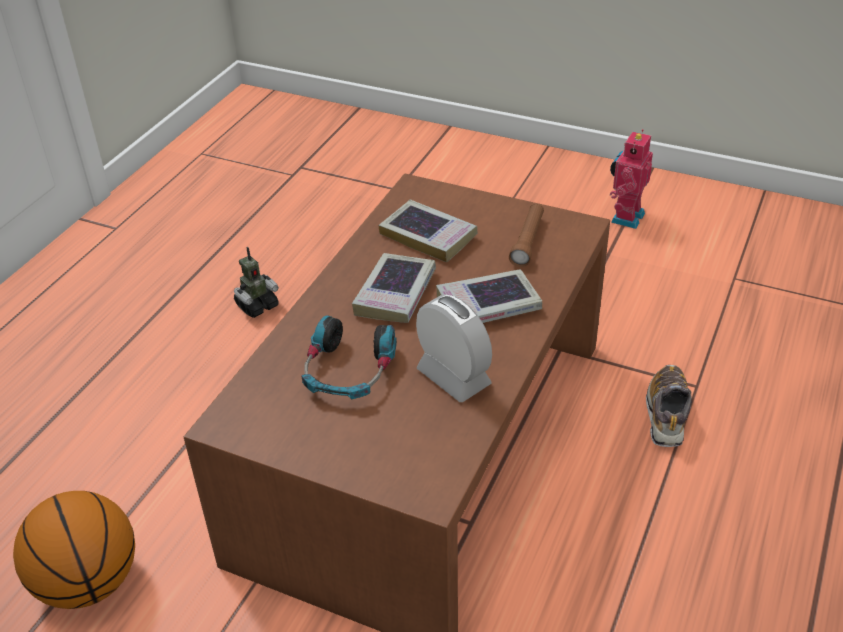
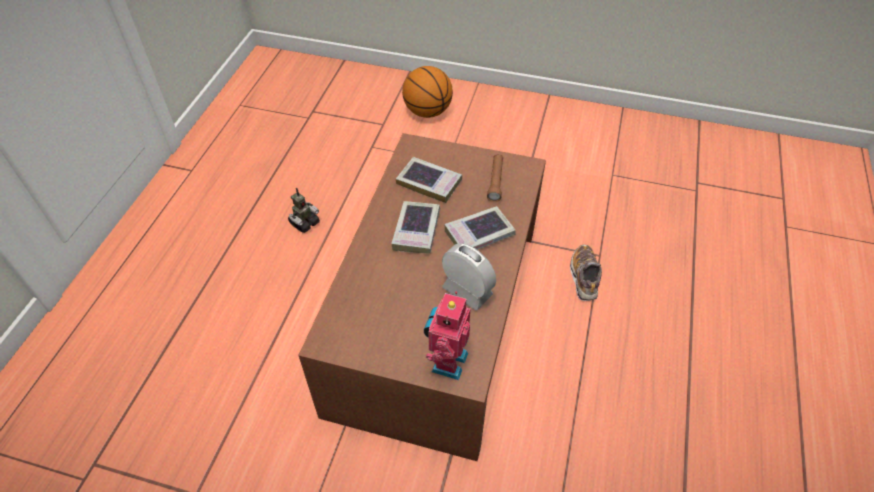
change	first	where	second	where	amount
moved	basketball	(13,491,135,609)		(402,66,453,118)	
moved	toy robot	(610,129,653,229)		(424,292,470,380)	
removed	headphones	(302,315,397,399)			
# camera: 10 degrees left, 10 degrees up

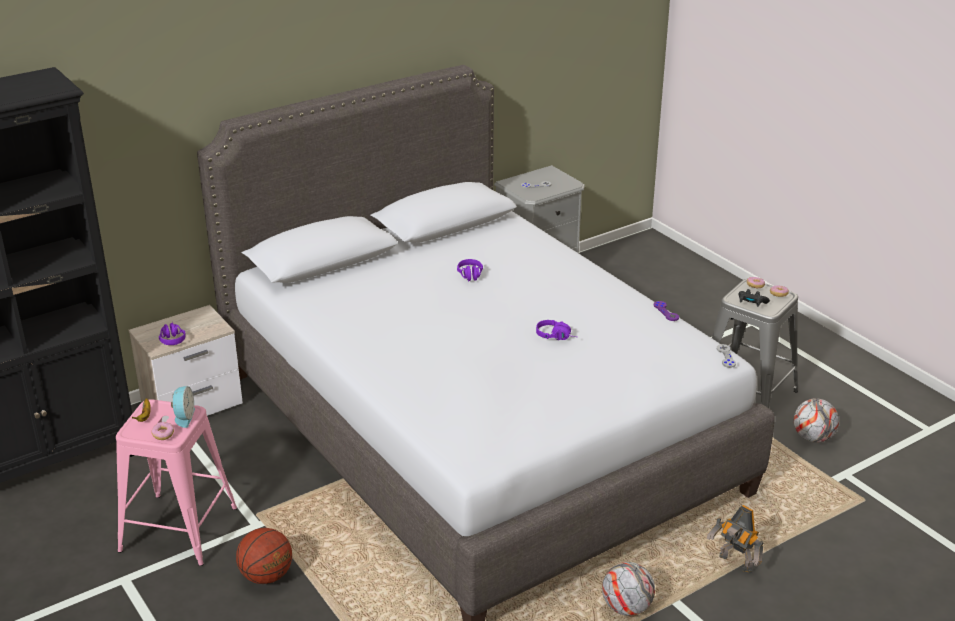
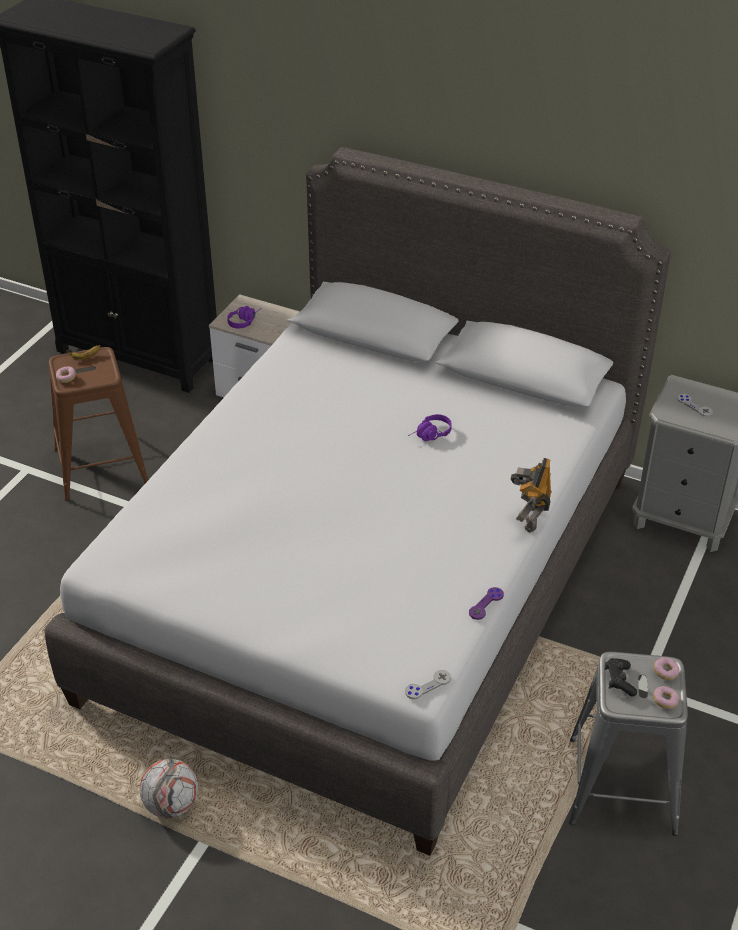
change	first	where	second	where	amount
recoloured	stool/pink	(116,399,237,566)	stool/brown	(49,347,148,501)	
moved	toy robot	(707,505,764,574)		(511,458,552,533)	
removed	alarm clock	(171,386,195,428)			
removed	basketball	(236,528,292,584)			
removed	headphones/purple	(536,320,577,340)			
removed	football	(794,398,839,443)			
# camera: 60 degrees right, 10 degrees up

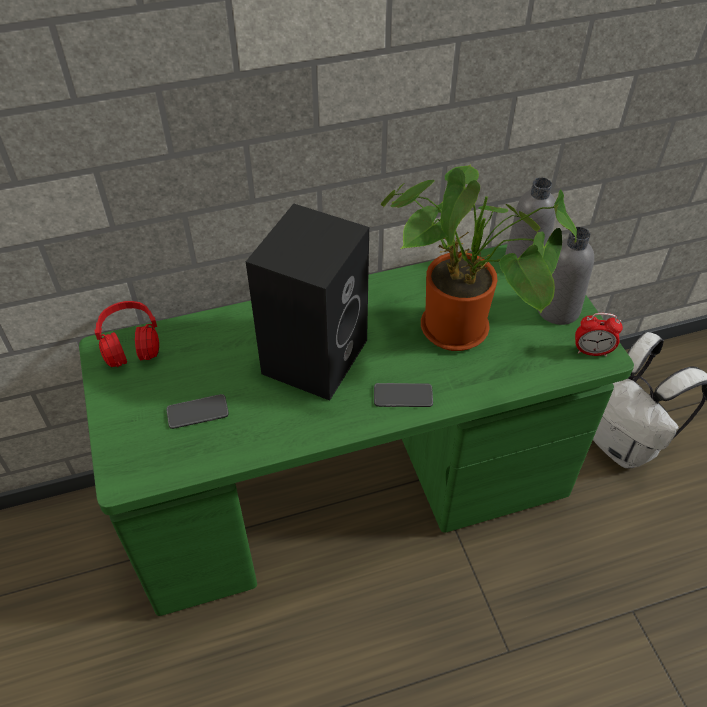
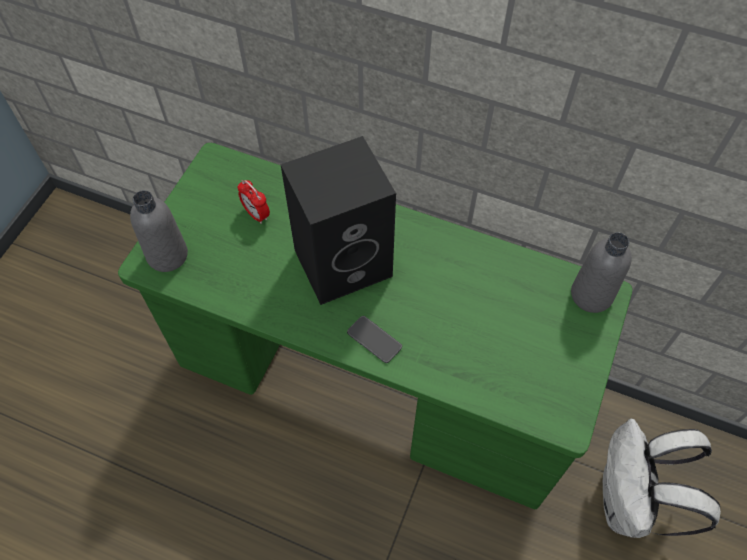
change	first	where	second	where	amount
moved	bottle/grey	(538,227,594,325)		(130,190,188,272)	
moved	alarm clock	(575,313,623,356)		(238,180,270,224)	
removed	headphones/red	(95,301,159,367)			
removed	phone	(166,394,229,429)			
removed	potted plant	(381,164,577,351)			
# camera: 40 degrees right, 10 degrees up

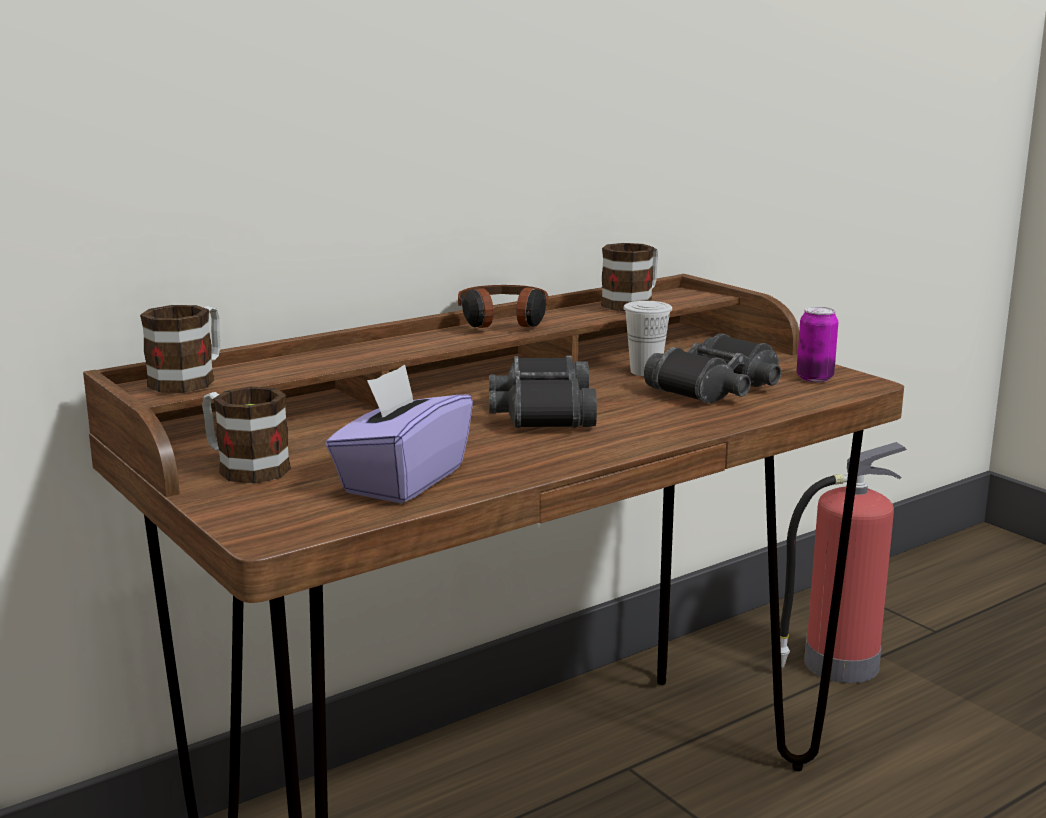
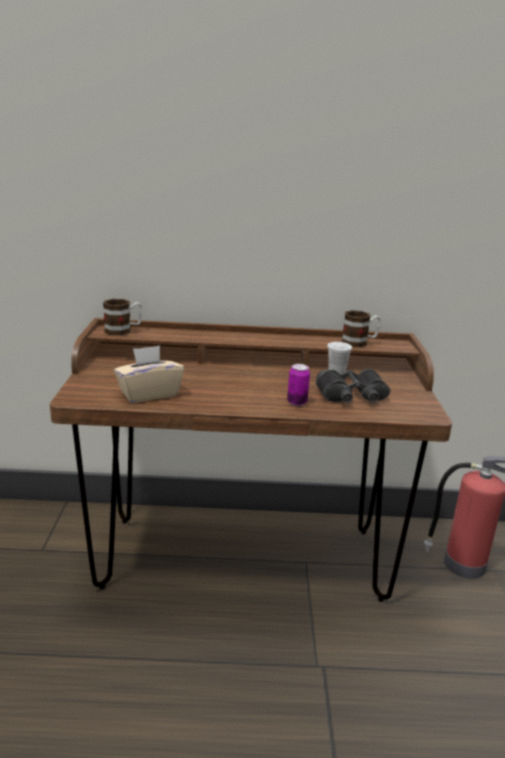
change	first	where	second	where	amount
recoloured	tissue box/purple	(325,365,473,504)	tissue box/beige	(114,345,184,403)	
moved	can	(797,307,839,382)		(287,364,310,406)	
removed	mug	(202,386,291,484)			
removed	headphones	(458,285,548,328)			
removed	binoculars/black	(489,355,597,428)			
# camera: 35 degrees right, 5 degrees up

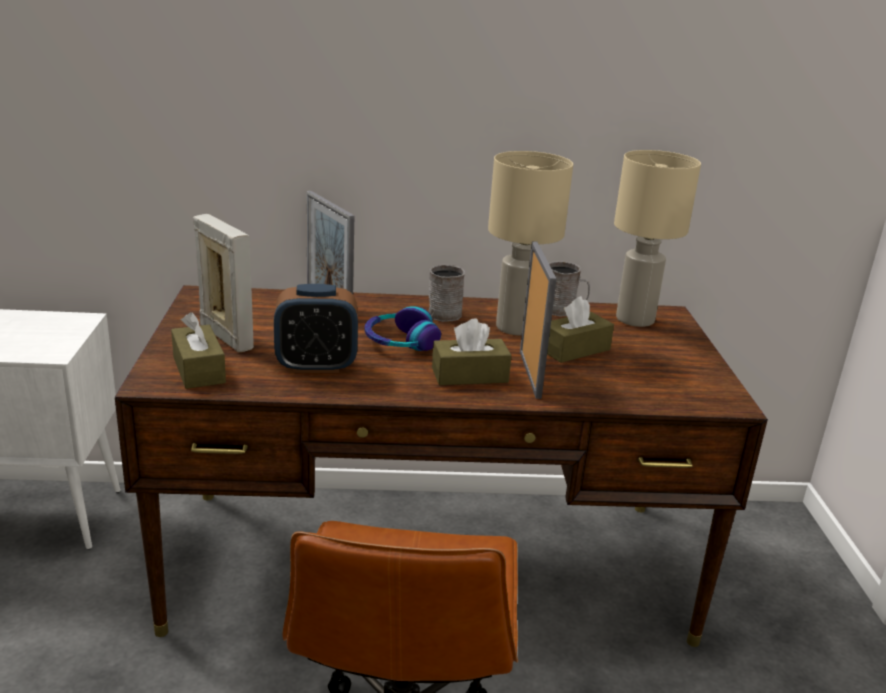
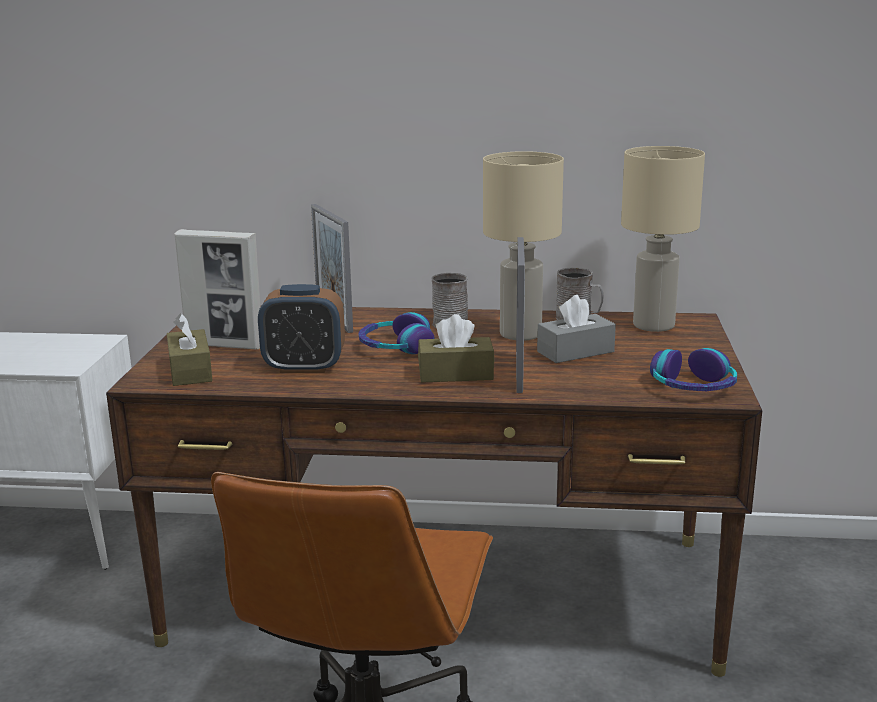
change	first	where	second	where	amount
turned	picture frame	(193,214,254,352)		(175,229,260,350)	135 degrees clockwise
recoloured	tissue box/brown	(547,296,614,363)	tissue box/grey	(537,295,616,363)	
added			headphones	(650,348,737,391)	
# camera: 10 degrees right, 5 degrees down

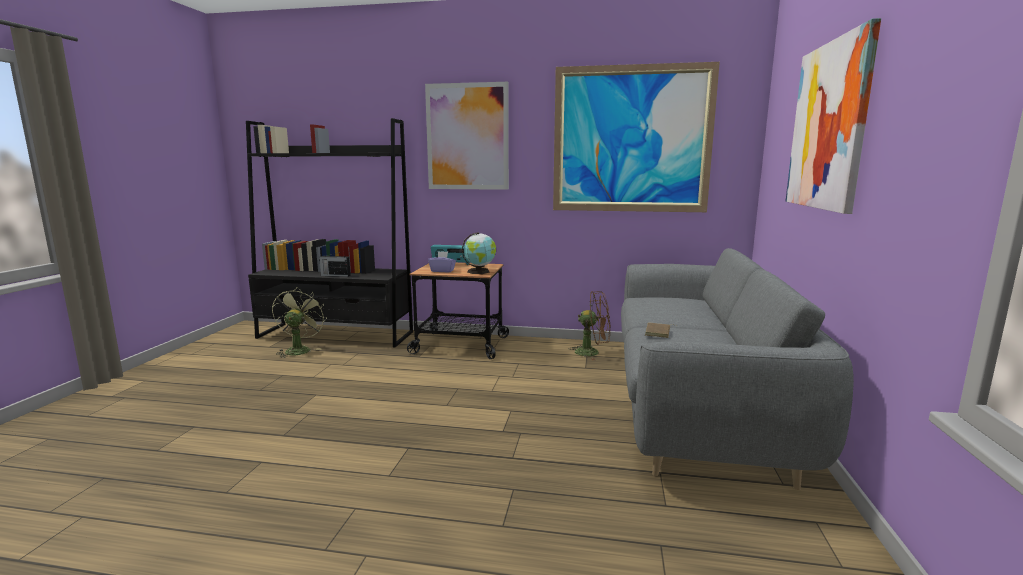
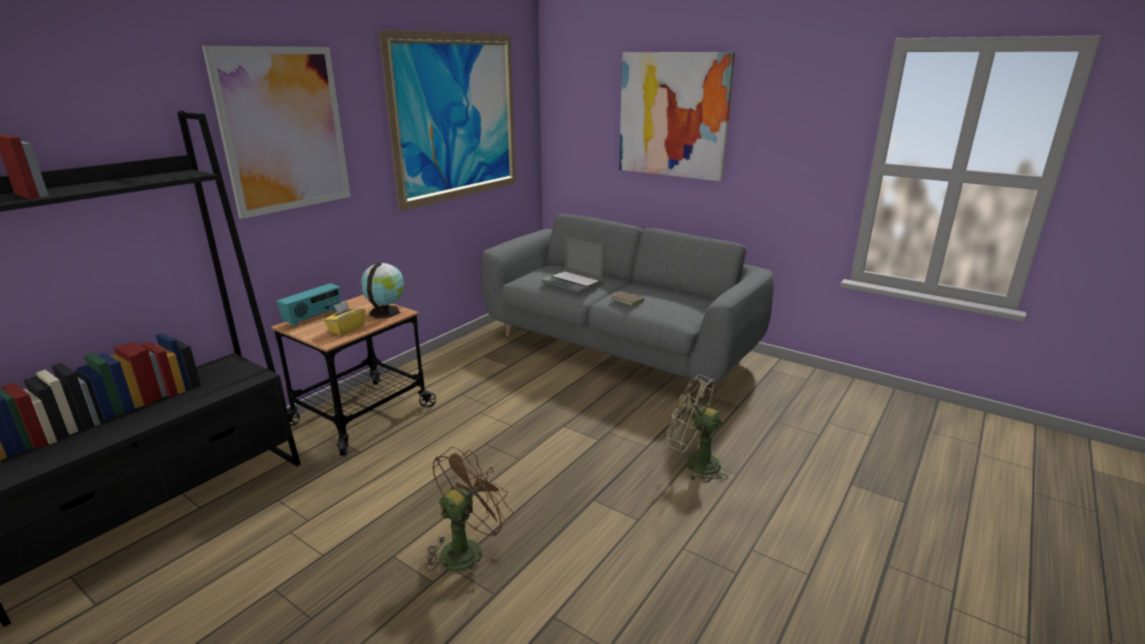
change	first	where	second	where	amount
recoloured	tissue box/purple	(428,251,456,272)	tissue box/yellow	(324,301,365,335)	
moved	fan/brown	(569,291,610,360)		(426,447,513,571)	
added			laptop	(542,237,604,293)	
moved	fan/green	(272,287,327,358)		(667,375,728,483)	
removed	radio	(319,251,351,277)			
# camera: 65 degrees left, 10 degrees up

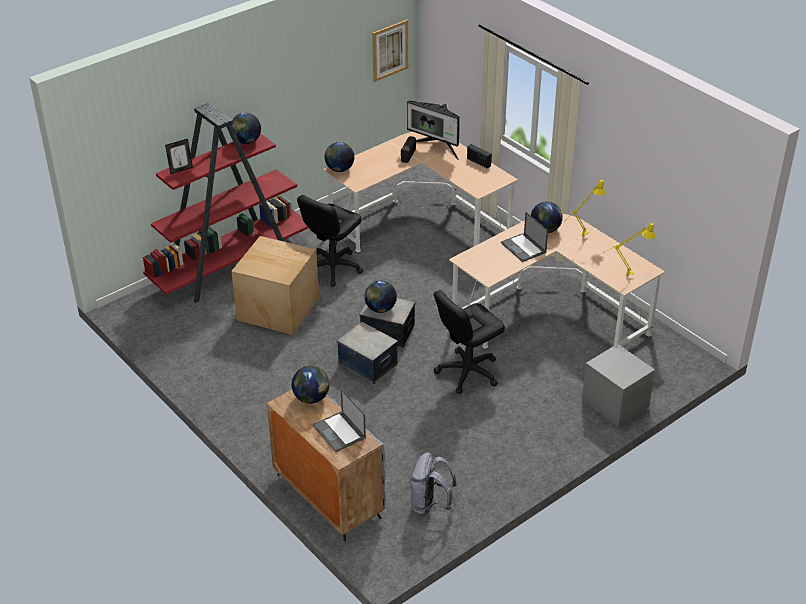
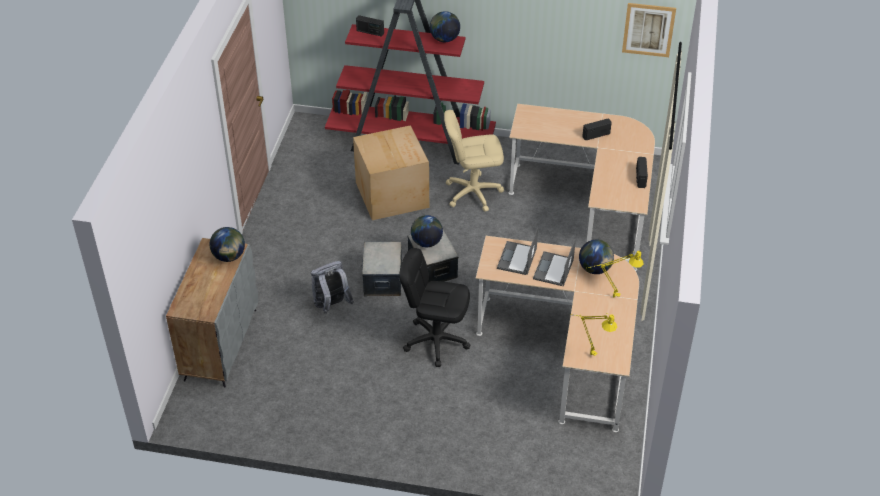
change	first	where	second	where	amount
moved	backpack/grey	(410,452,457,515)		(311,261,354,314)	
replaced	picture frame	(165,139,193,174)	radio	(356,15,384,37)	
recoloured	office chair/black	(297,195,363,286)	office chair/beige	(444,110,504,212)	
moved	laptop	(313,389,366,452)		(497,227,538,275)	
removed	globe	(325,142,354,172)			
removed	monitor	(407,101,460,160)			
removed	nightstand/grey	(582,344,655,427)			
# camera: 50 degrees right, 5 degrees up

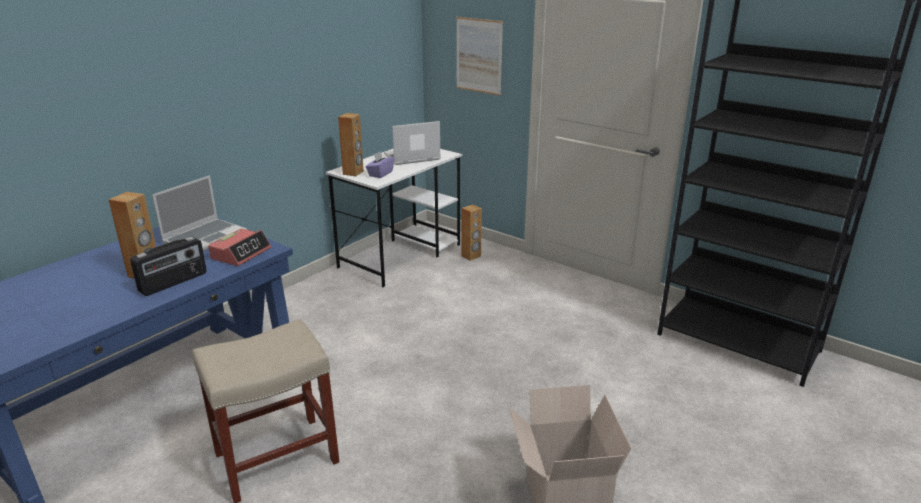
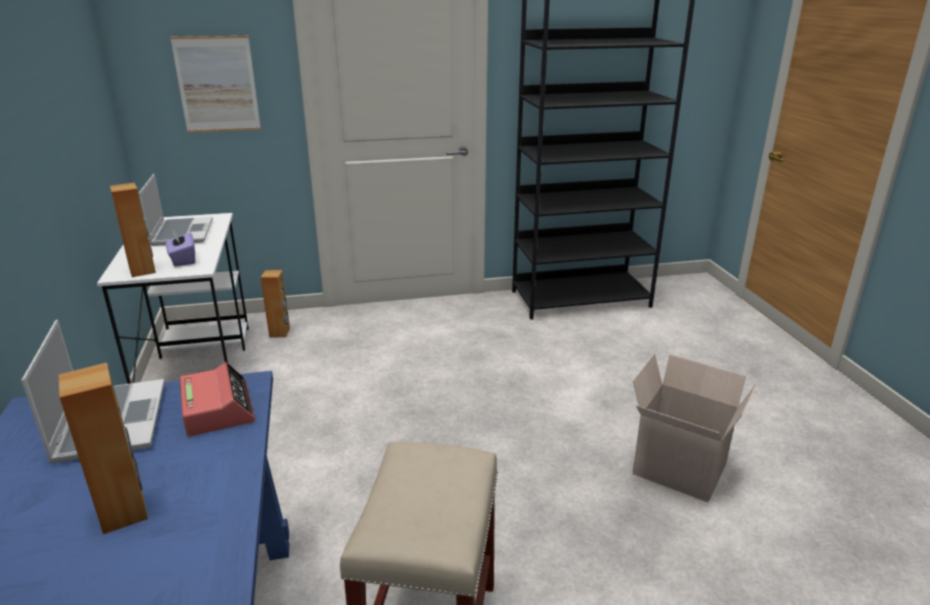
change	first	where	second	where	amount
turned	laptop	(384,121,441,165)		(139,174,213,246)	150 degrees clockwise
removed	radio	(130,236,207,296)			
# camera: 50 degrees left, 0 degrees up

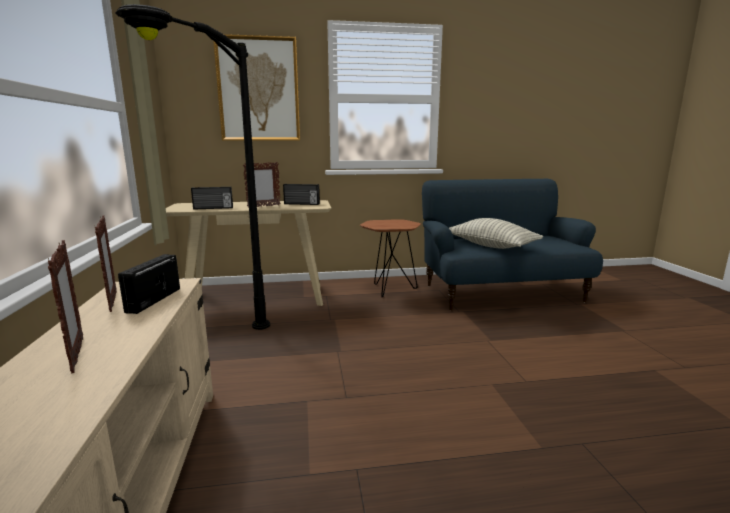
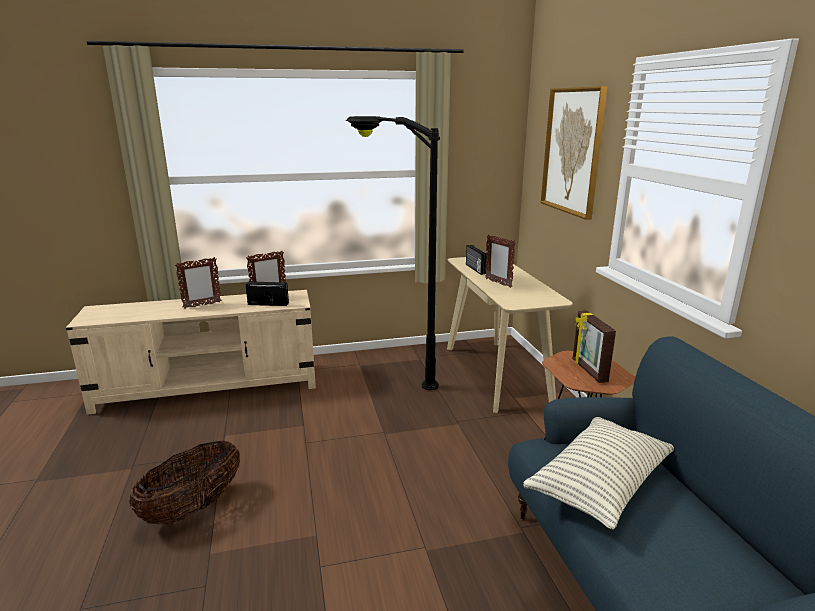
change	first	where	second	where	amount
added			basket	(129,440,240,524)	
added			picture frame	(573,310,616,383)	
removed	radio	(283,184,320,205)			
# camera: 85 degrees right, 5 degrees up

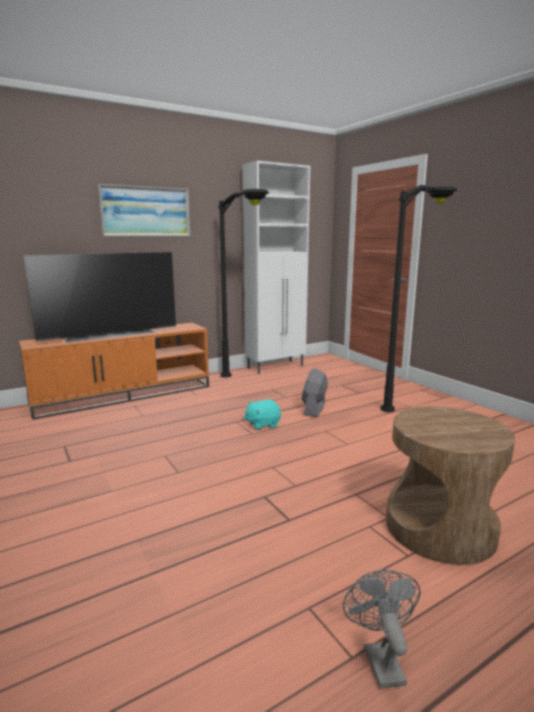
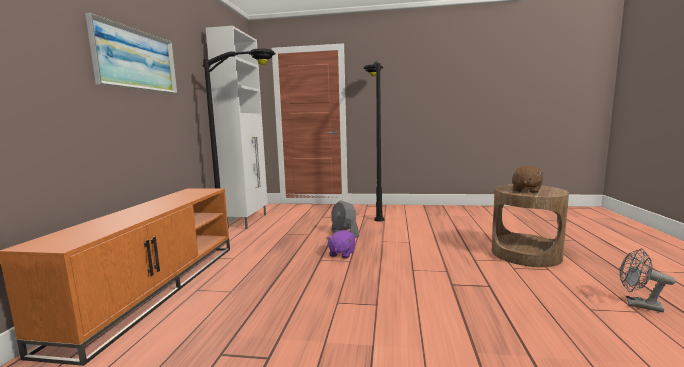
change	first	where	second	where	amount
recoloured	plush toy/turquoise	(244,400,281,430)	plush toy/purple	(326,230,355,258)	
added			plush toy/brown	(511,166,543,193)	
removed	television	(24,252,176,343)			
# camera: 50 degrees left, 5 degrees down

